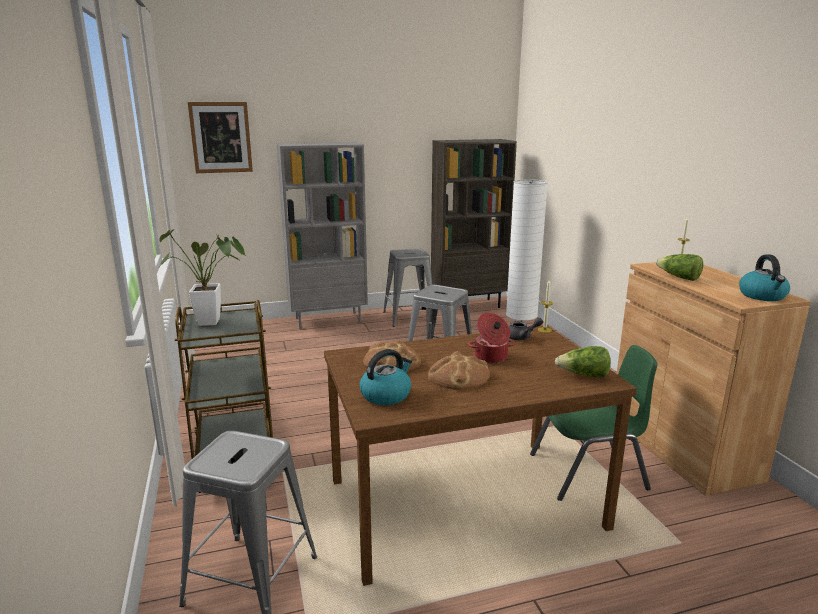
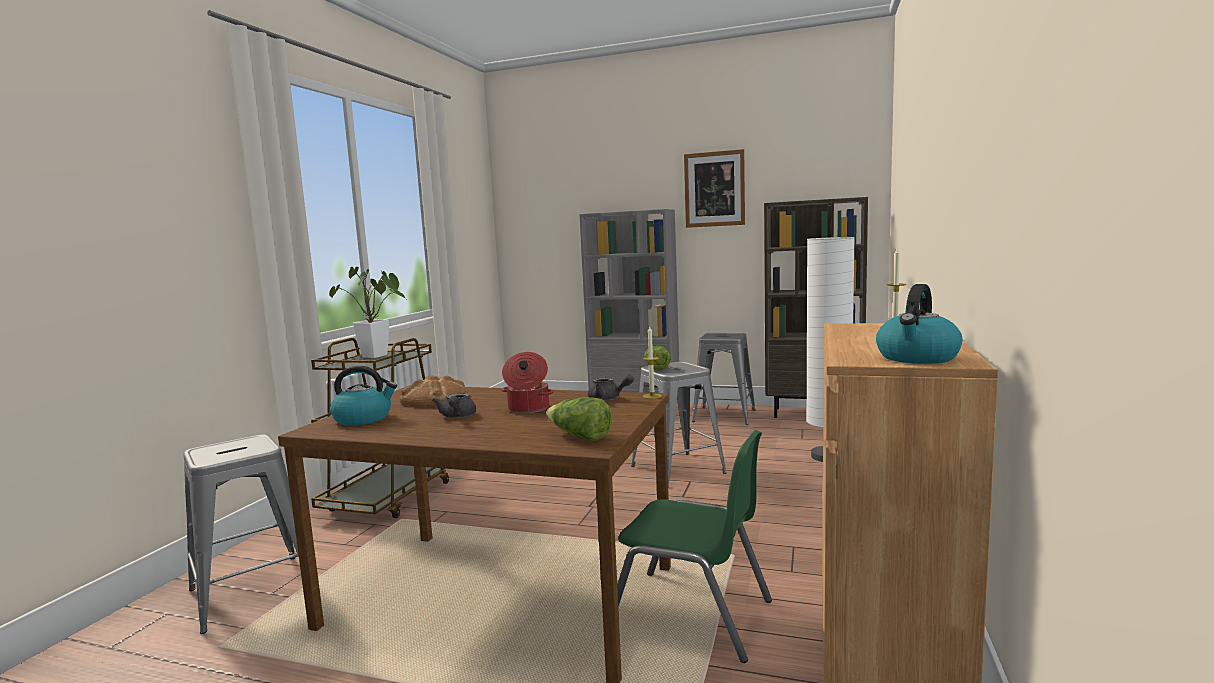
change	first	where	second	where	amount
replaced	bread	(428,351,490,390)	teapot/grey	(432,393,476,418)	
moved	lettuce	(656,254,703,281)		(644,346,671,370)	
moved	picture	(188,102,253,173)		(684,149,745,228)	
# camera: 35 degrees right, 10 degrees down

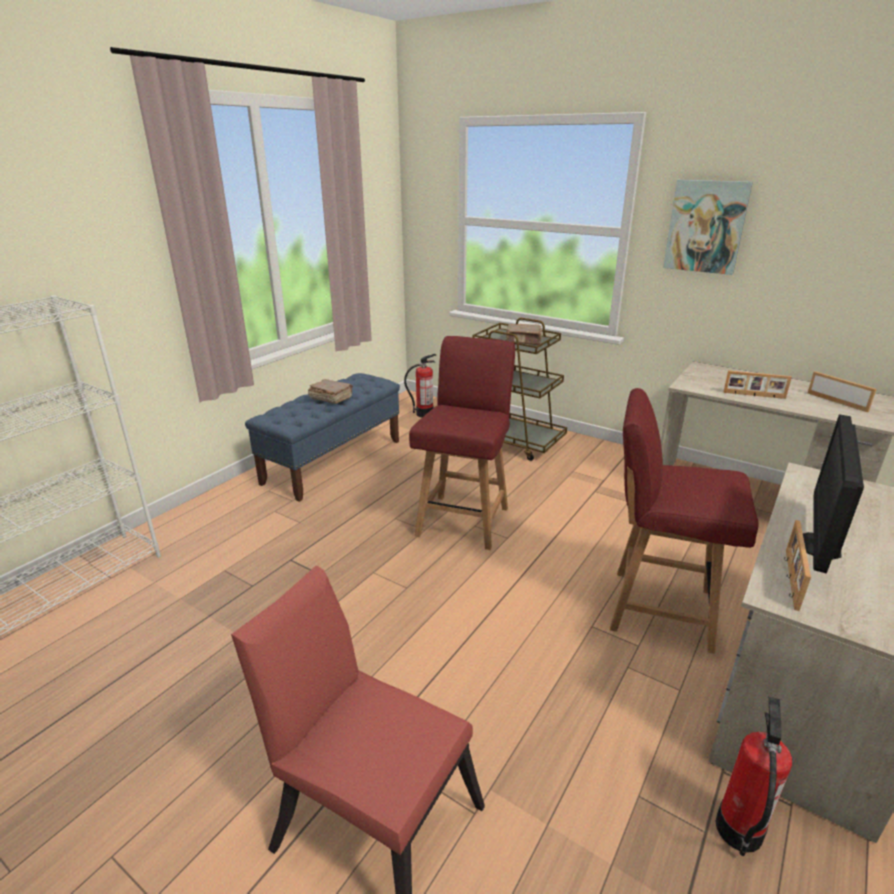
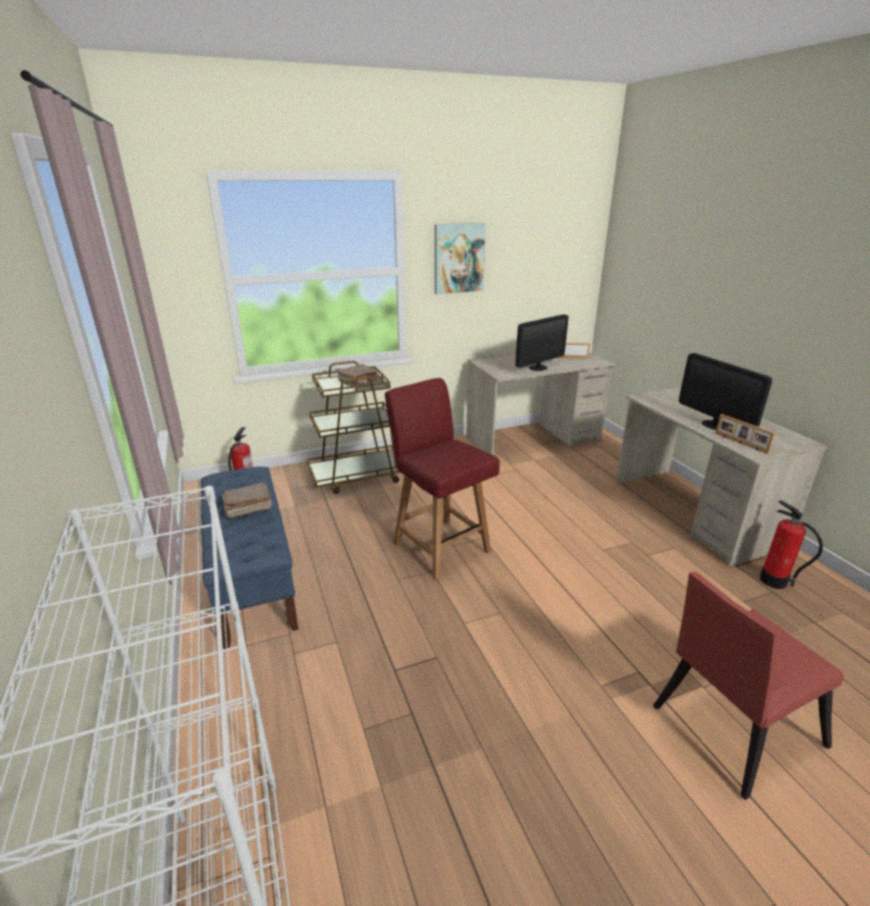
change	first	where	second	where	amount
replaced	picture frame	(723,371,792,399)	monitor	(515,314,569,371)	
removed	chair/red	(610,388,759,654)			
# camera: 55 degrees left, 0 degrees up

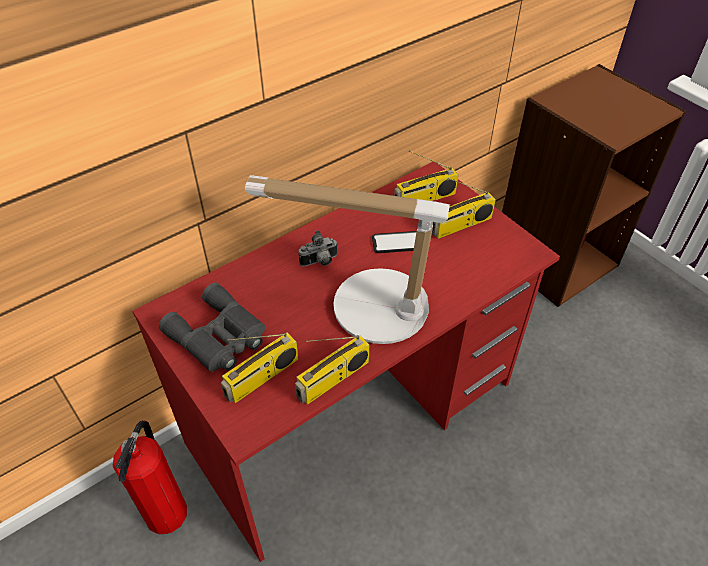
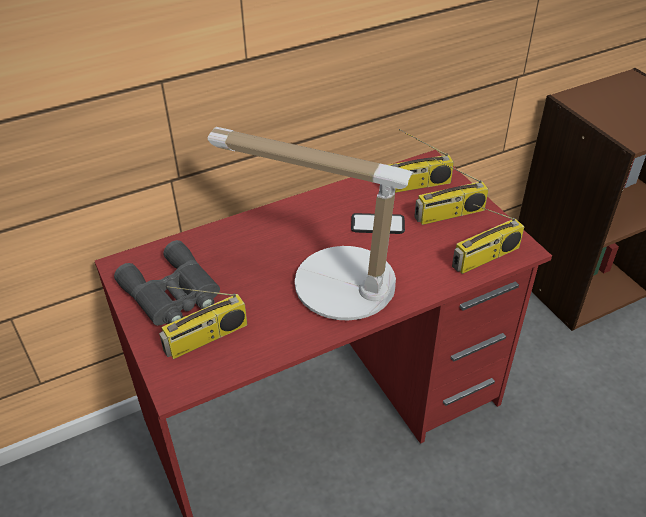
change	first	where	second	where	amount
moved	radio	(295,335,369,404)		(452,204,525,274)	
removed	fire extinguisher	(113,420,187,535)			
removed	photo camera	(299,230,338,267)			
# camera: 10 degrees right, 5 degrees down

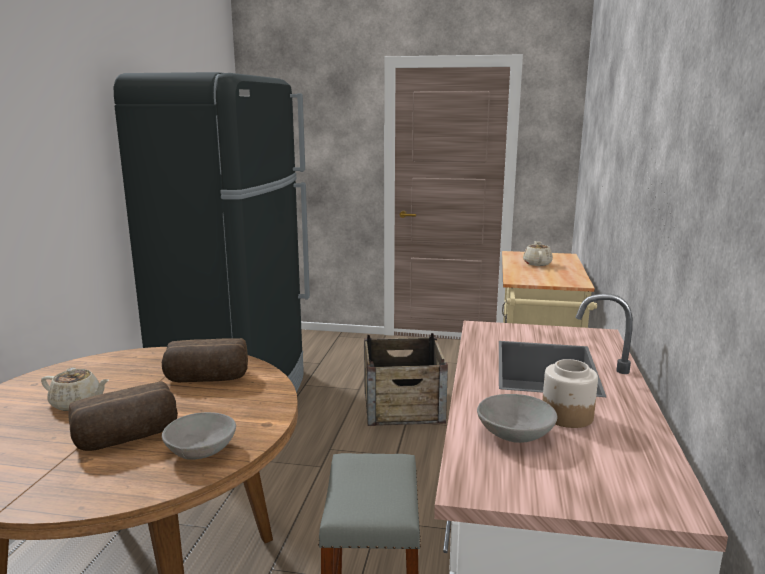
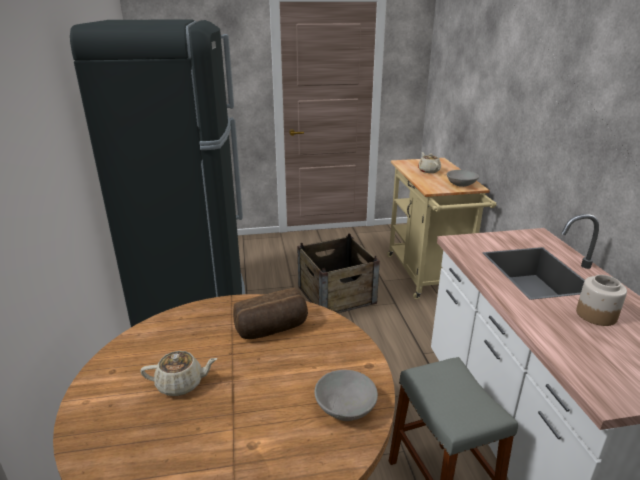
change	first	where	second	where	amount
moved	bowl/grey	(477,394,557,443)		(447,170,479,187)	
removed	bread	(68,381,178,451)			
# camera: 20 degrees left, 10 degrees up

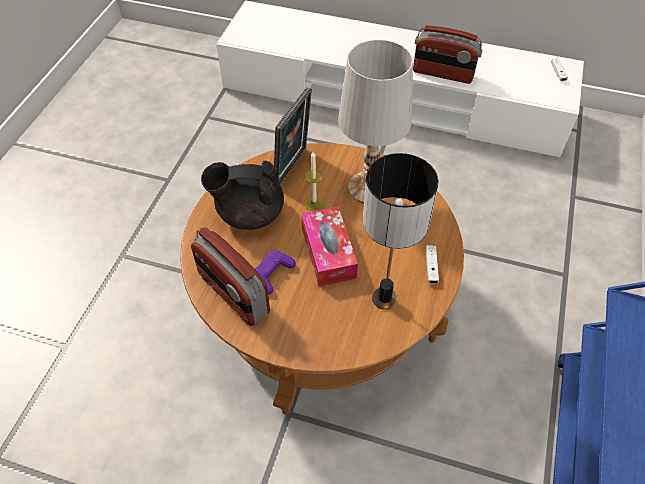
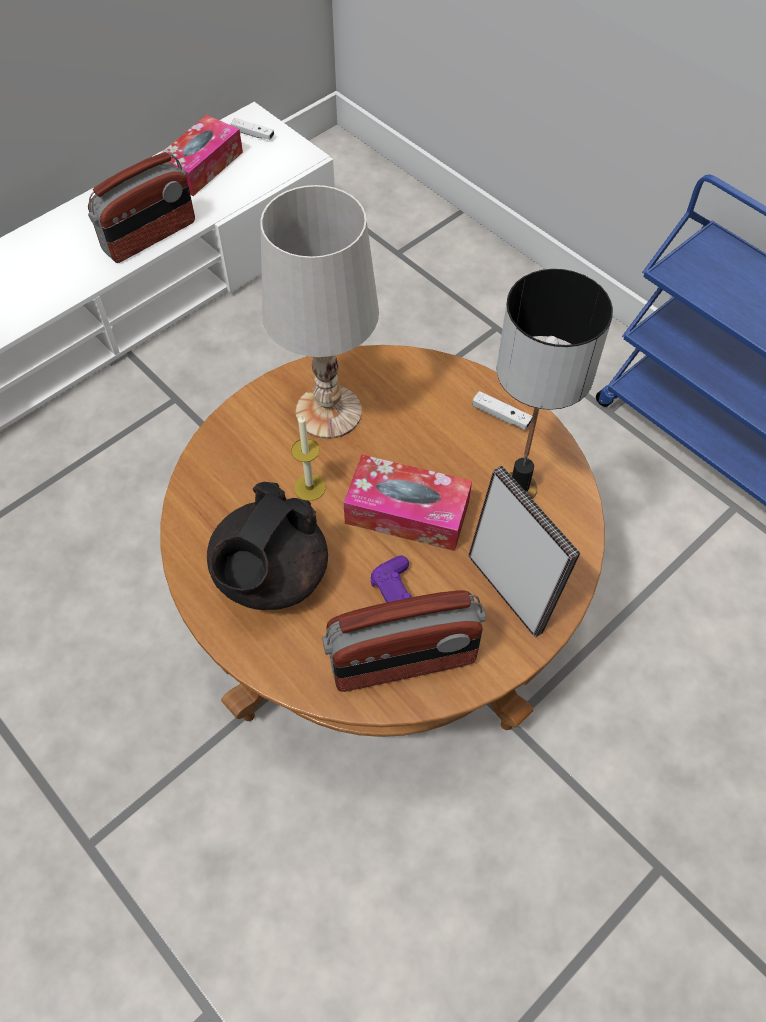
change	first	where	second	where	amount
added			tissue box	(160,115,243,196)	
moved	picture frame	(274,87,312,185)		(468,466,580,638)	
# camera: 60 degrees left, 5 degrees up

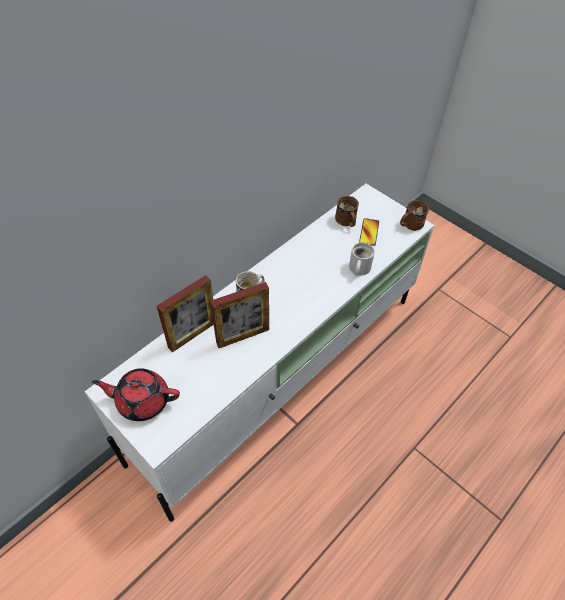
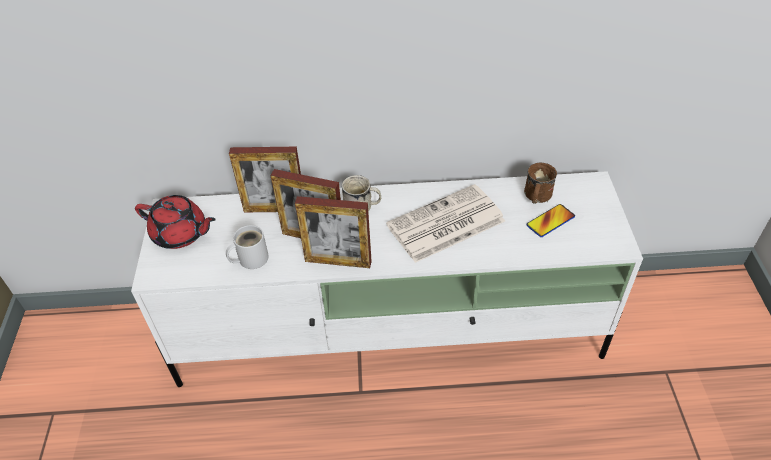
change	first	where	second	where	amount
turned	teapot/red	(92,368,180,421)		(135,195,216,249)	150 degrees clockwise
moved	mug/white	(349,242,375,276)		(226,225,269,269)	
added			picture frame	(295,196,372,268)	
added			newspaper	(386,184,505,263)	
removed	mug/brown	(400,200,429,231)			
# camera: 45 degrees right, 5 degrees down

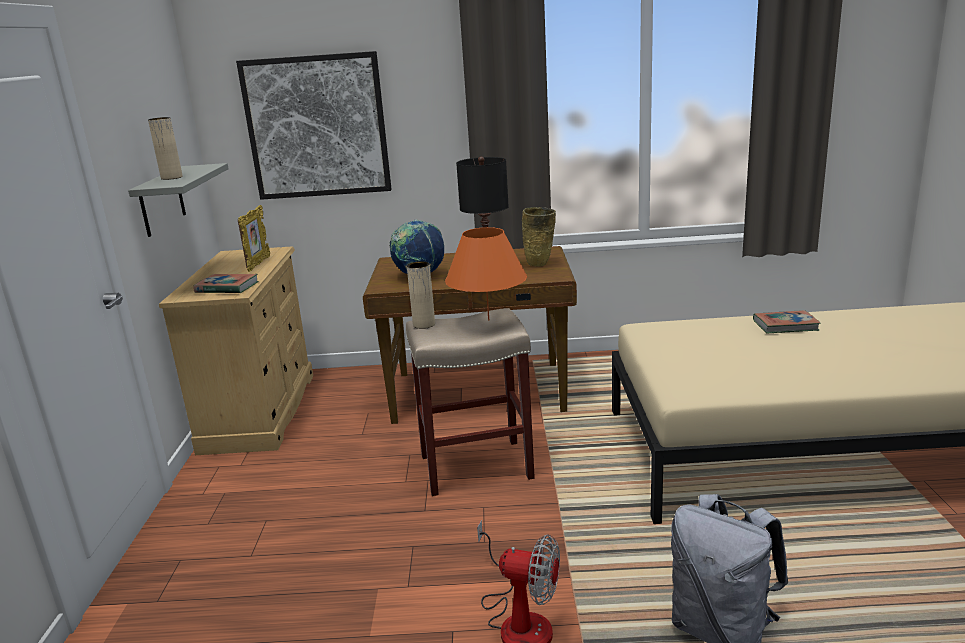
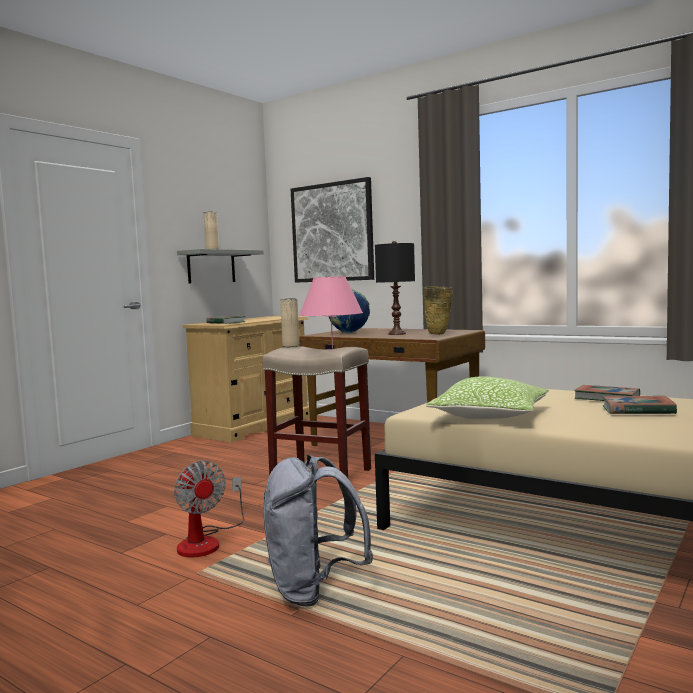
change	first	where	second	where	amount
recoloured	table lamp/orange	(445,227,527,321)	table lamp/pink	(299,276,363,349)	
added			pillow	(426,376,549,419)	
added			book	(603,396,677,414)	
removed	picture frame	(238,205,270,272)			
# camera: 35 degrees right, 15 degrees down

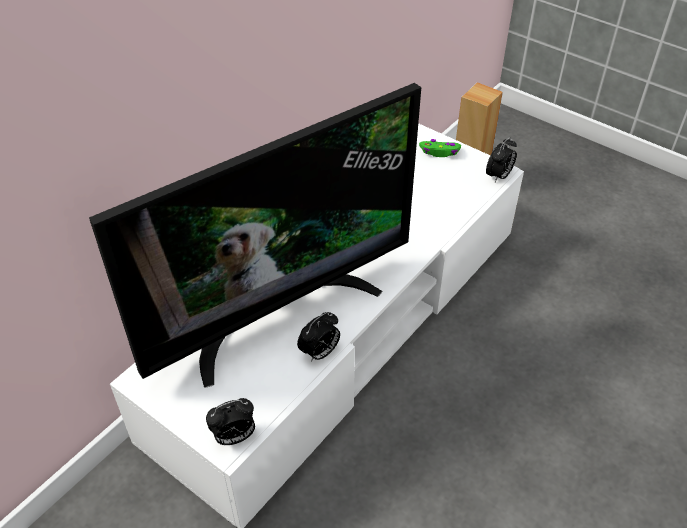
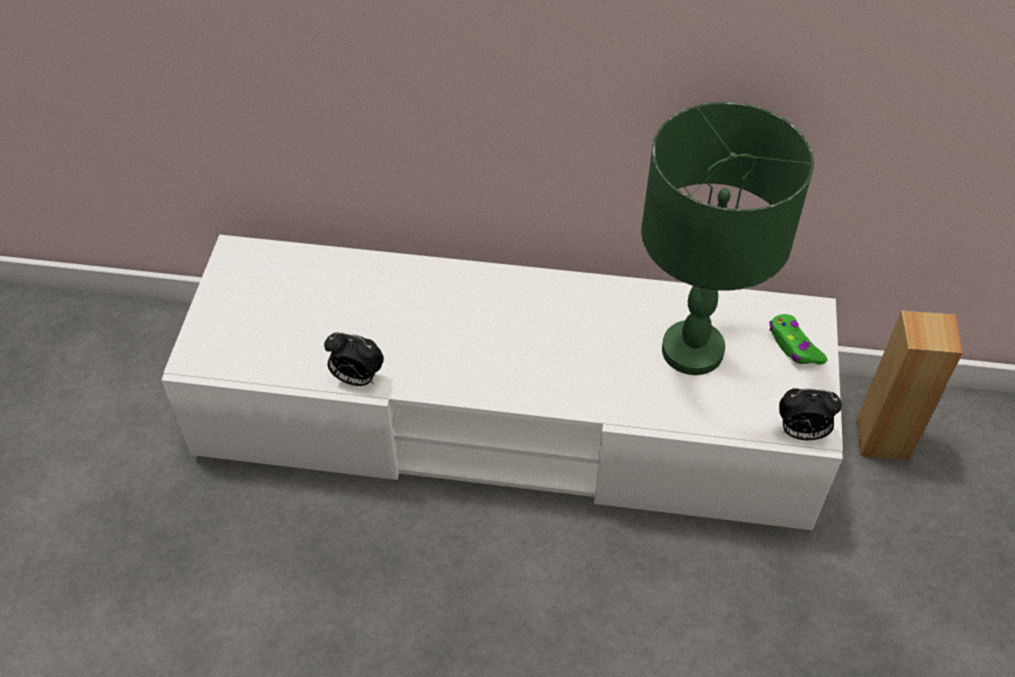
change	first	where	second	where	amount
added			table lamp/green	(641,102,814,375)	
removed	television	(89,83,421,387)			
removed	alarm clock	(206,398,255,445)			
# camera: 60 degrees right, 5 degrees up

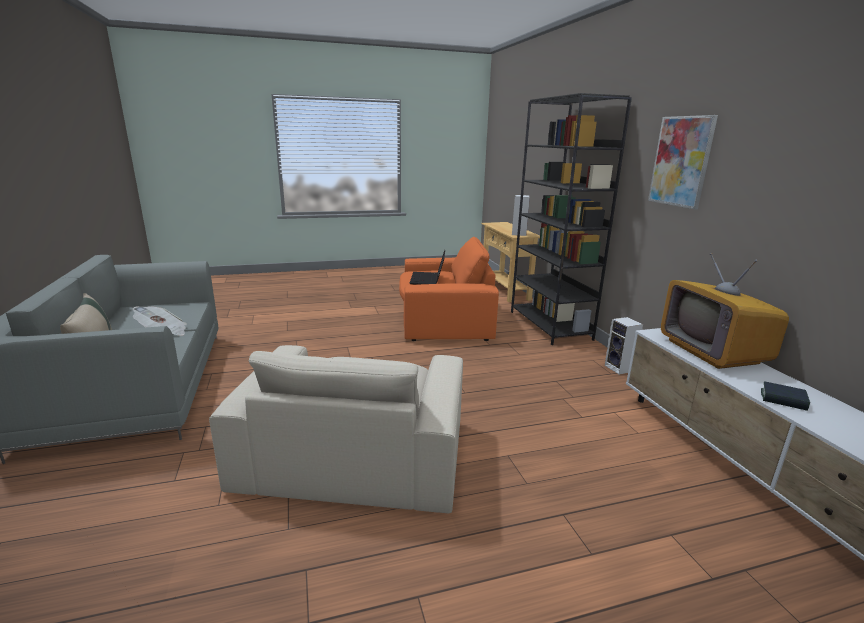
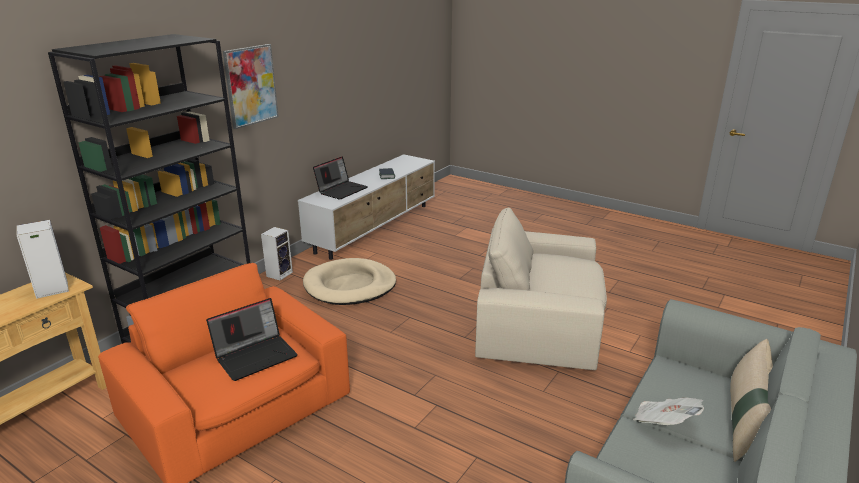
change	first	where	second	where	amount
added			dog bed/beige	(303,258,396,305)	
replaced	television	(661,253,789,369)	laptop	(313,156,368,200)	
turned	armchair/beige	(209,345,463,513)		(475,208,607,370)	135 degrees counterclockwise
# camera: 130 degrees left, 5 degrees up

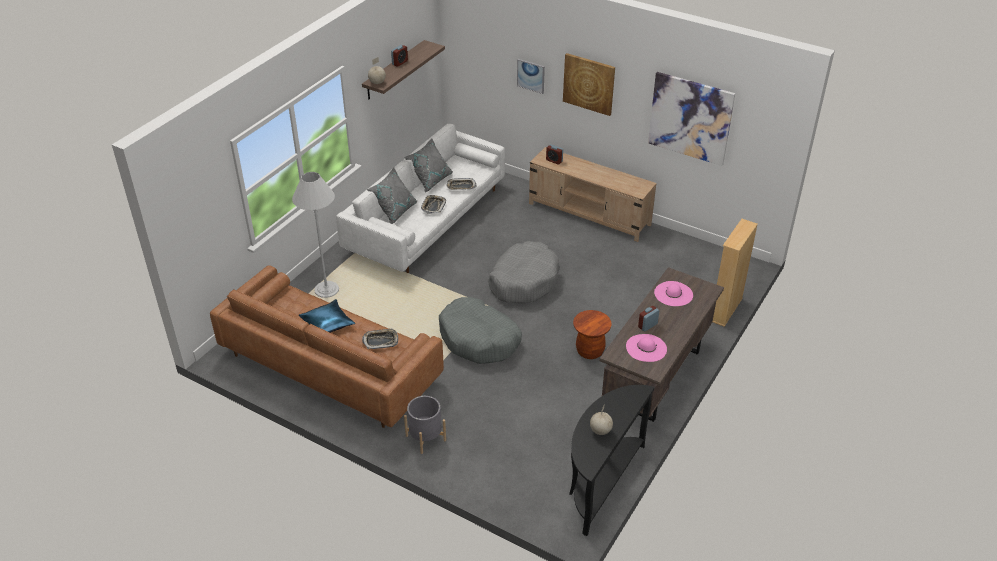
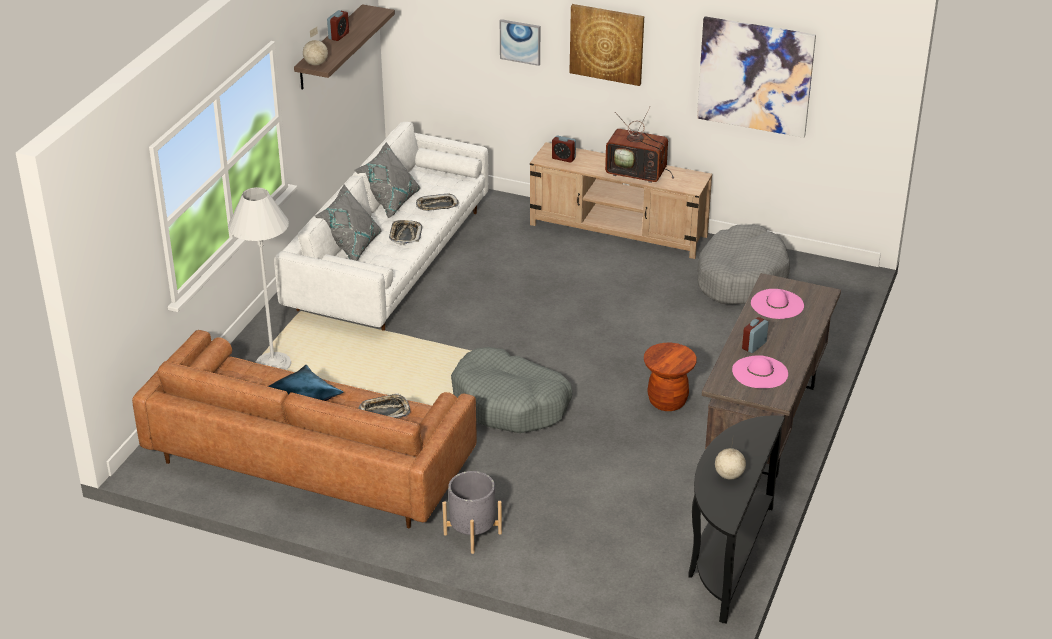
change	first	where	second	where	amount
added			television	(605,106,674,183)	
moved	dog bed/grey	(488,241,560,303)		(697,224,790,304)	
removed	bookcase/beige	(713,219,758,327)			
# camera: 10 degrees left, 5 degrees down

